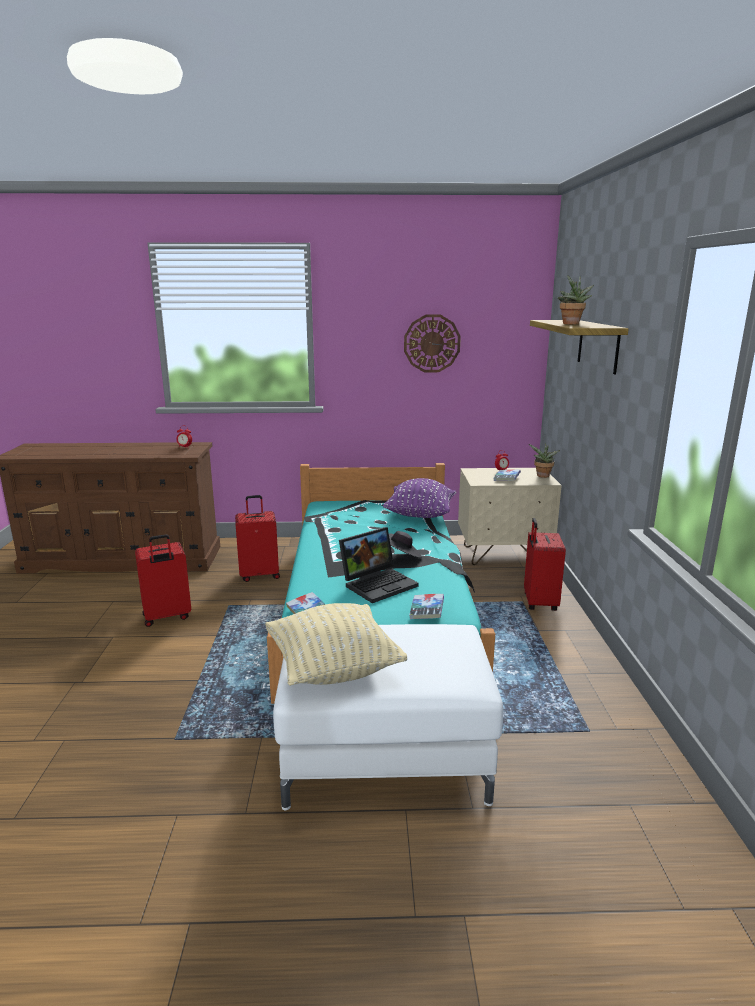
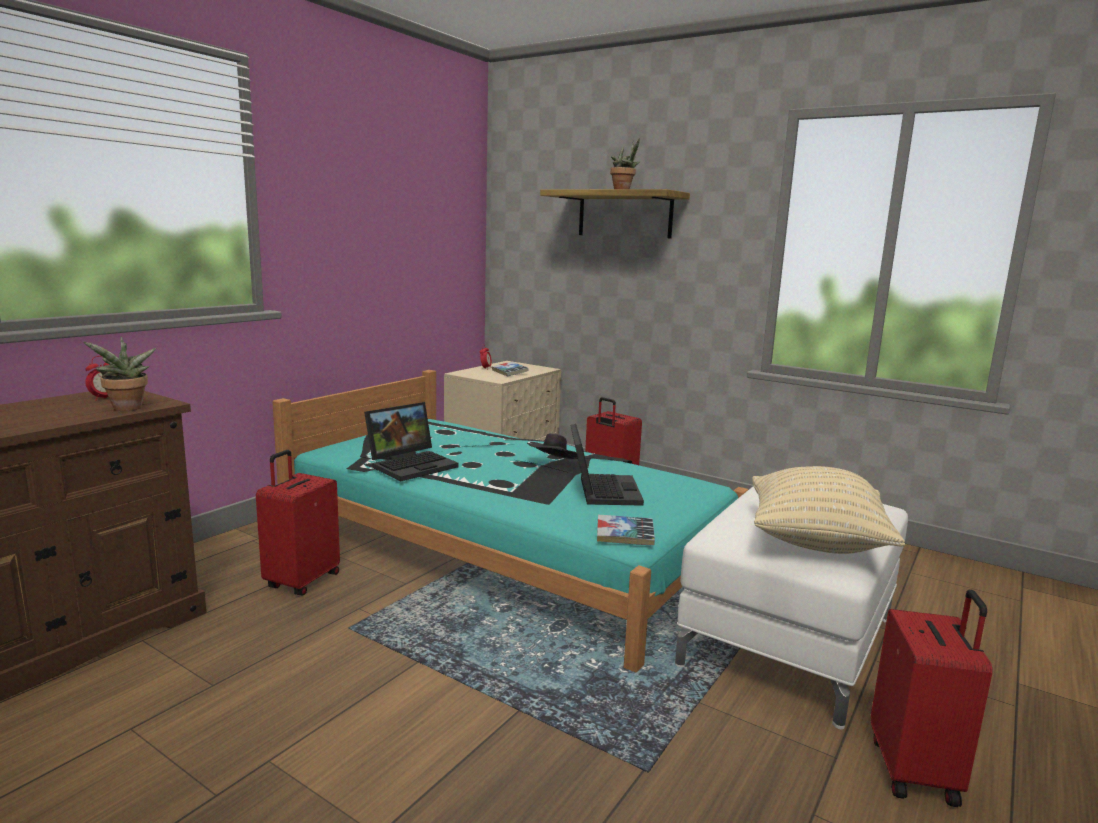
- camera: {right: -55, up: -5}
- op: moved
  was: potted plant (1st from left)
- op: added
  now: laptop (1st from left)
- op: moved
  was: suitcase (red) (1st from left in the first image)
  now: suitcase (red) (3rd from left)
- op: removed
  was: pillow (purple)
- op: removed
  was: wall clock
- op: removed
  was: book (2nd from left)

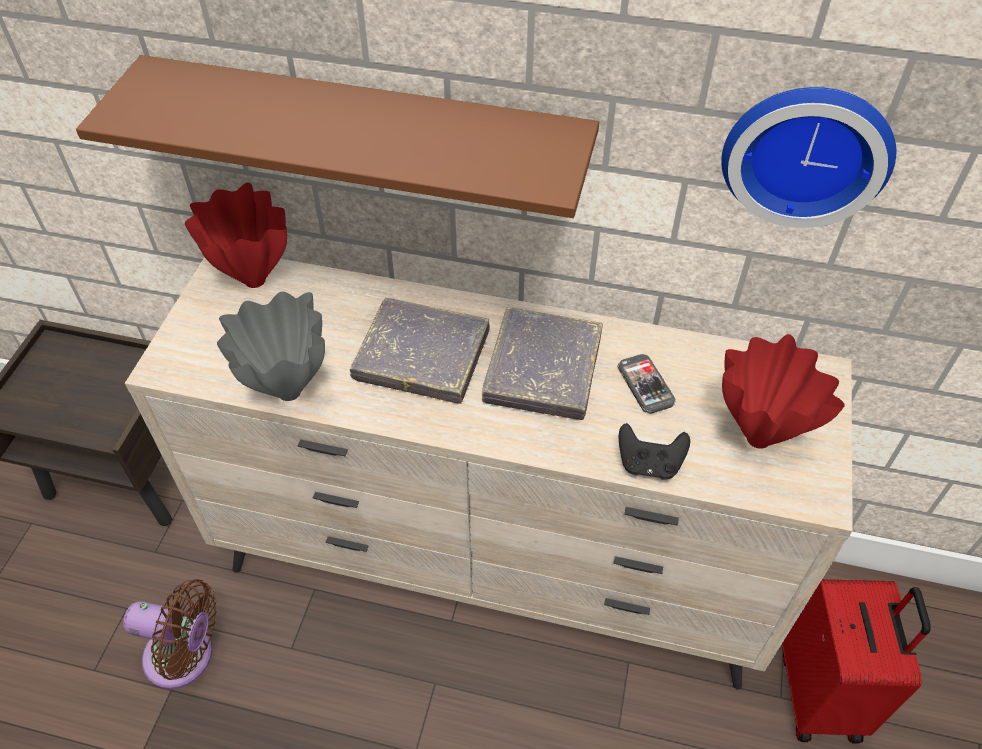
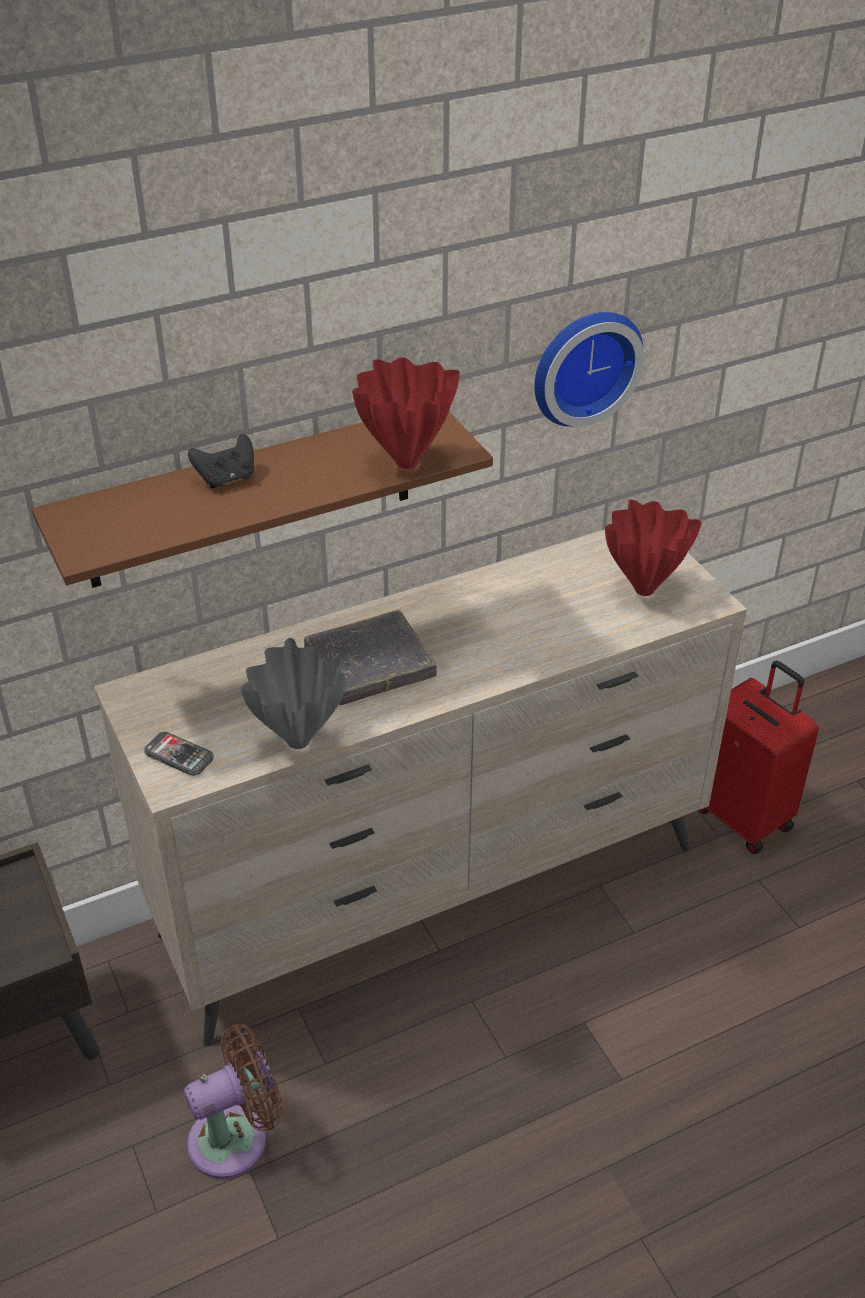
- camera: {right: -40, up: -10}
- op: moved
  was: phone
- op: moved
  was: game controller (black)
- op: moved
  was: vase (red) (1st from left)
- op: removed
  was: book (grey) (2nd from left)

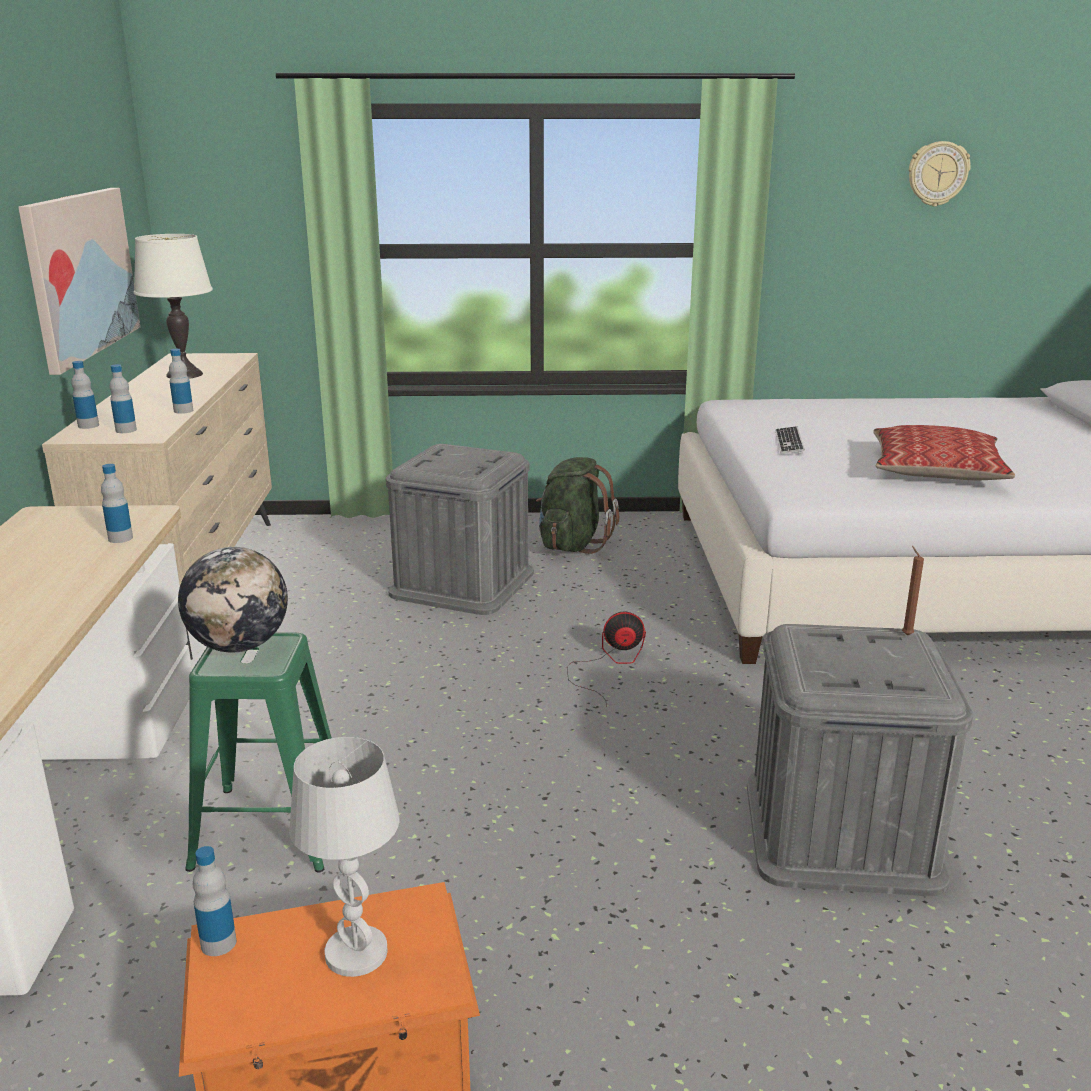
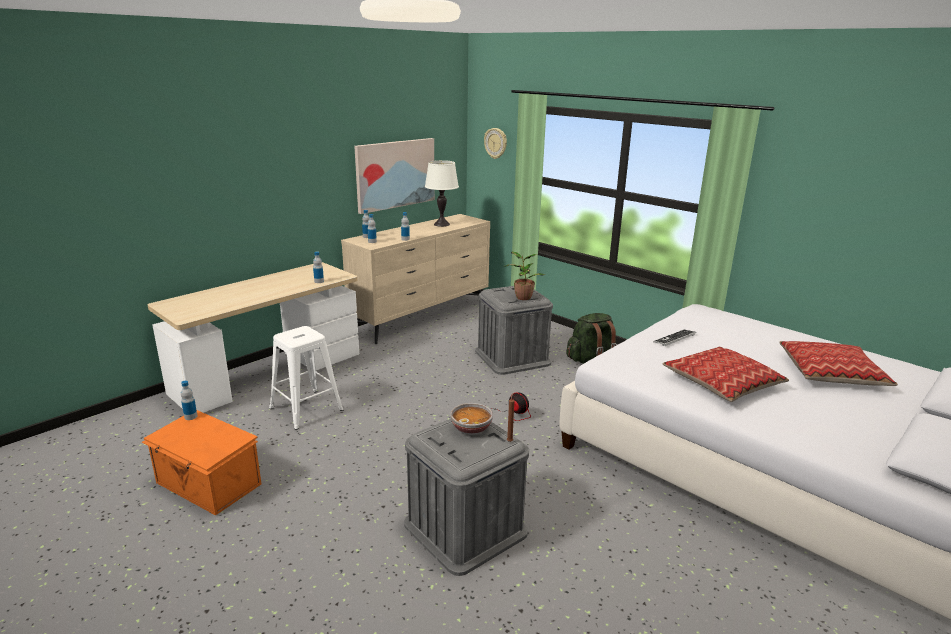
- camera: {right: 45, up: 0}
- op: recoloured
  was: stool (green)
  now: stool (white)
- op: added
  now: bowl
- op: moved
  was: wall clock
- op: added
  now: potted plant
- op: added
  now: pillow (2nd from left)
- op: removed
  was: globe
- op: removed
  was: table lamp (white) (2nd from left)

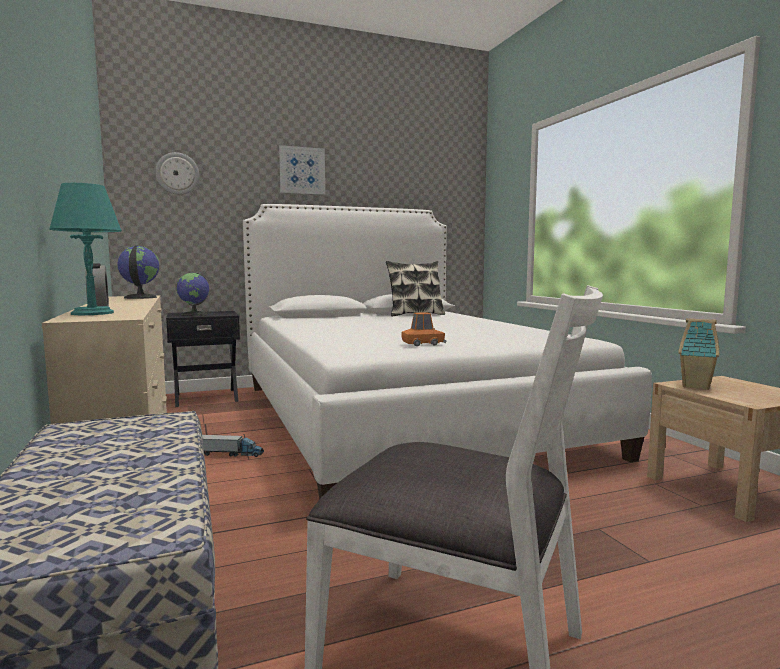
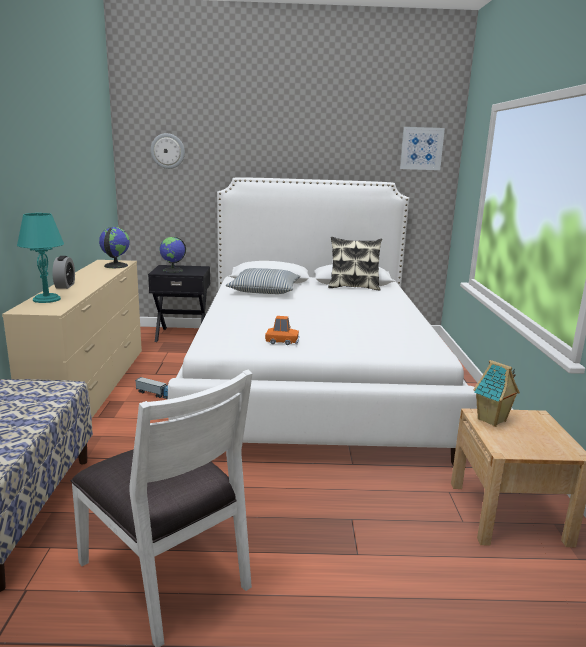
- camera: {right: 20, up: 10}
- op: added
  now: pillow (1st from left)
- op: moved
  was: picture

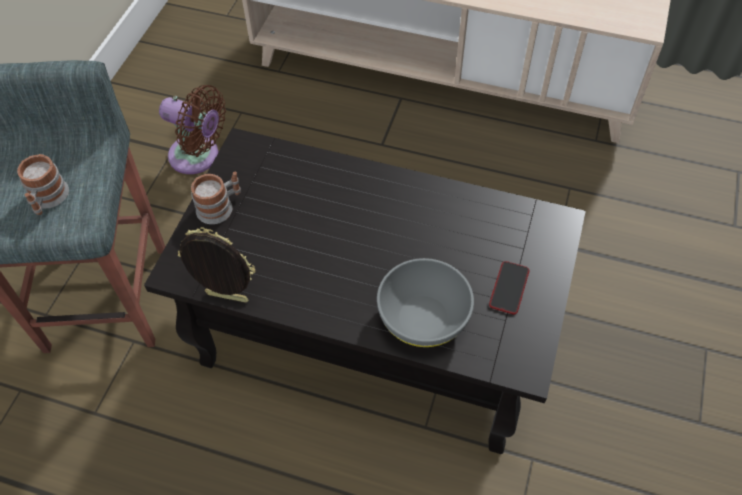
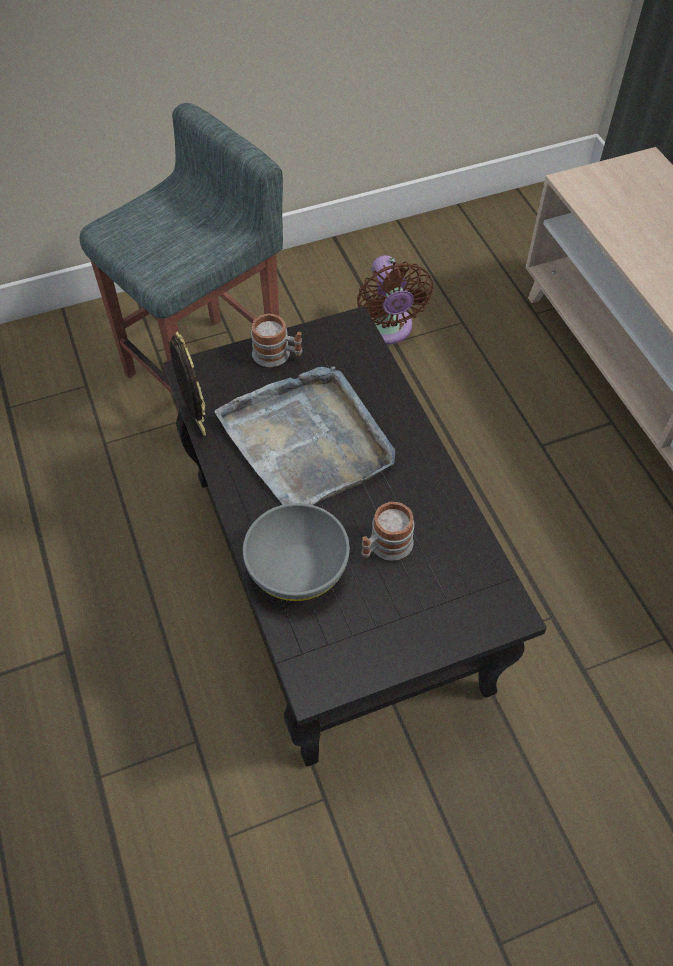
- camera: {right: 50, up: 0}
- op: added
  now: tray (grey)
- op: moved
  was: mug (1st from left in the first image)
  now: mug (2nd from left)
- op: removed
  was: phone

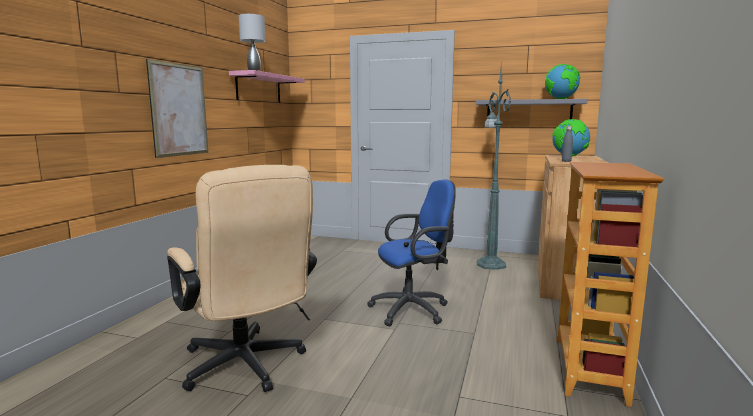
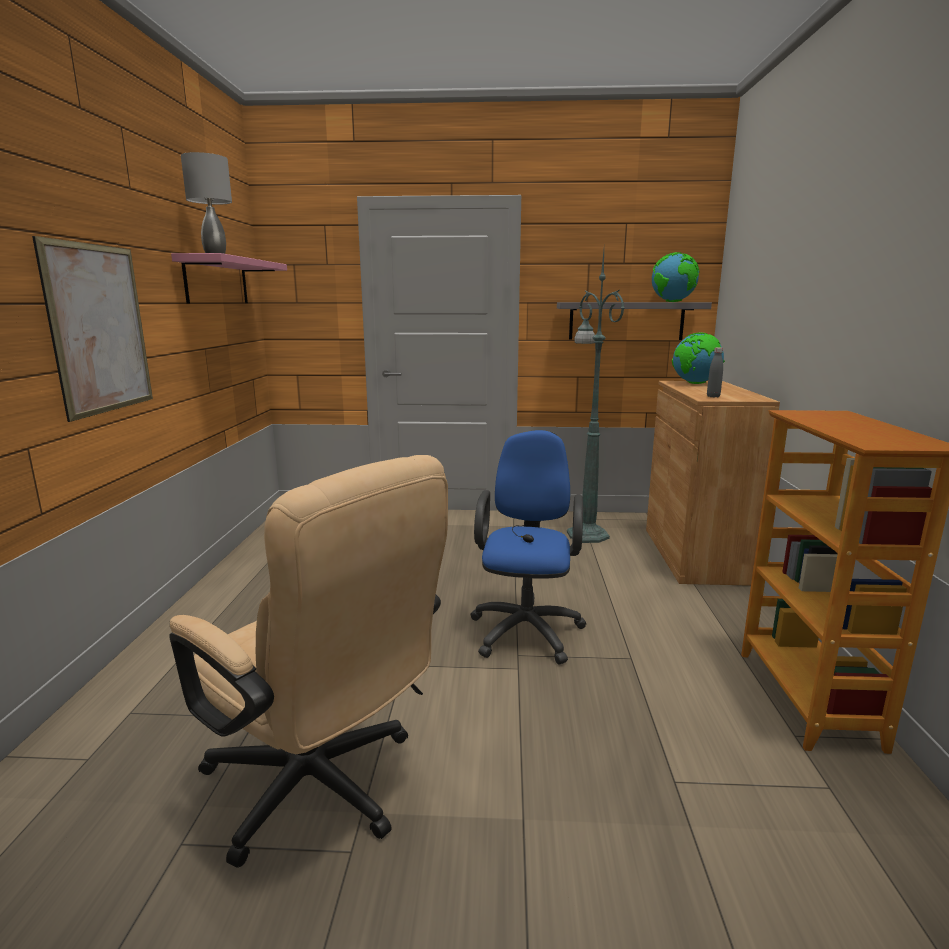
- camera: {right: -15, up: 5}
- op: turned
  was: office chair (blue)
  clockwise: -45

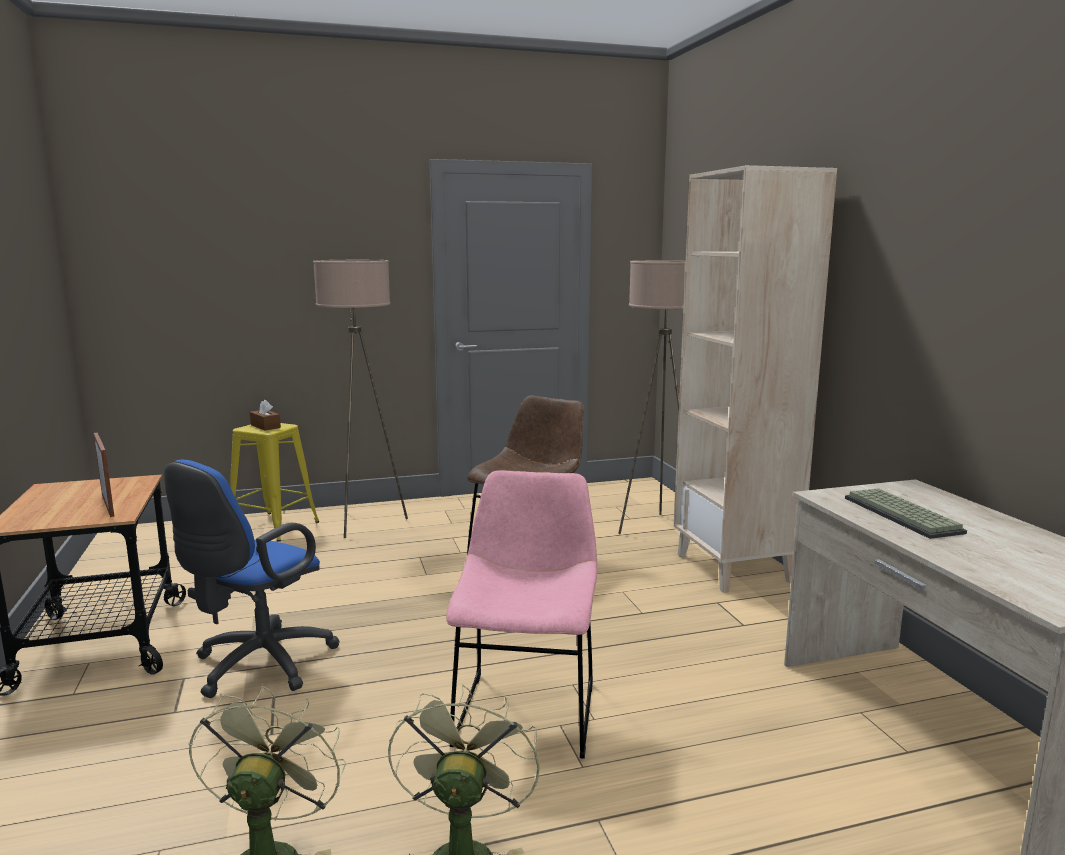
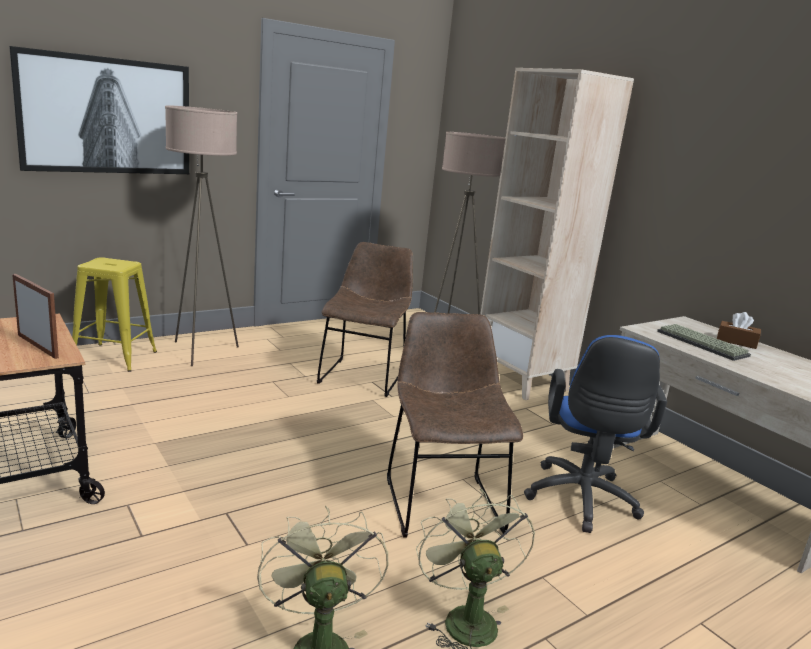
- camera: {right: -20, up: 5}
- op: added
  now: picture
- op: recoloured
  was: chair (pink)
  now: chair (brown) (2nd from left)
- op: moved
  was: office chair (blue)
- op: moved
  was: tissue box (brown)

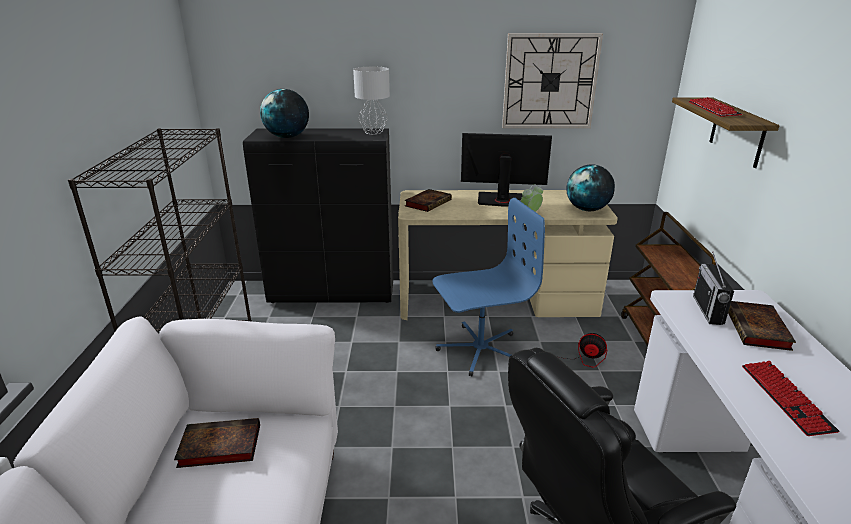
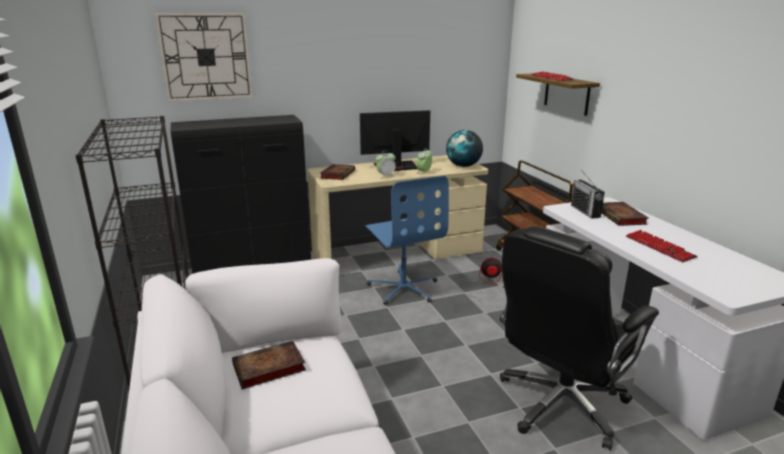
- camera: {right: -20, up: -5}
- op: moved
  was: wall clock
- op: turned
  was: office chair (blue)
  clockwise: 105
- op: added
  now: alarm clock (1st from left)
- op: removed
  was: globe (1st from left)
- op: removed
  was: table lamp (grey)

